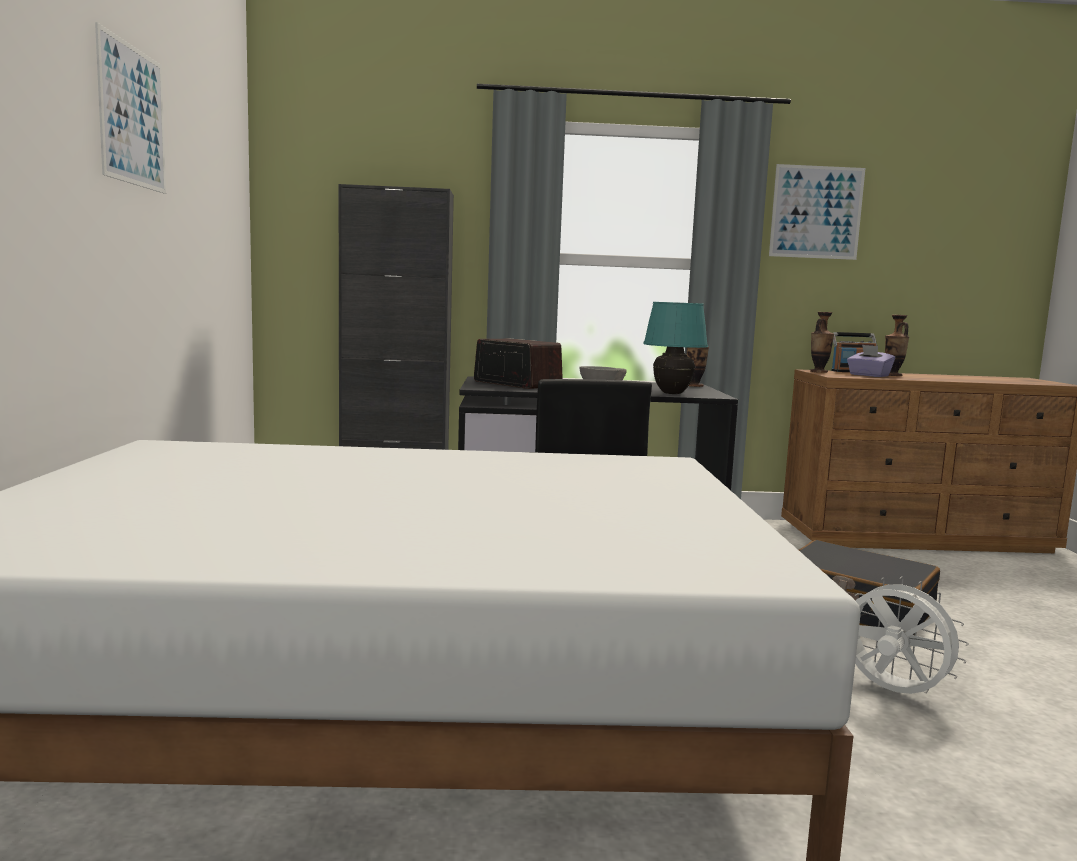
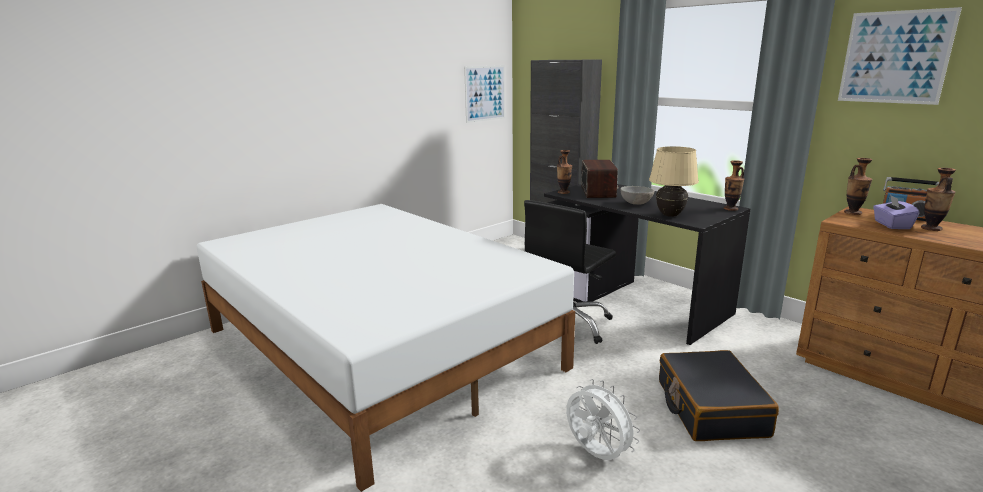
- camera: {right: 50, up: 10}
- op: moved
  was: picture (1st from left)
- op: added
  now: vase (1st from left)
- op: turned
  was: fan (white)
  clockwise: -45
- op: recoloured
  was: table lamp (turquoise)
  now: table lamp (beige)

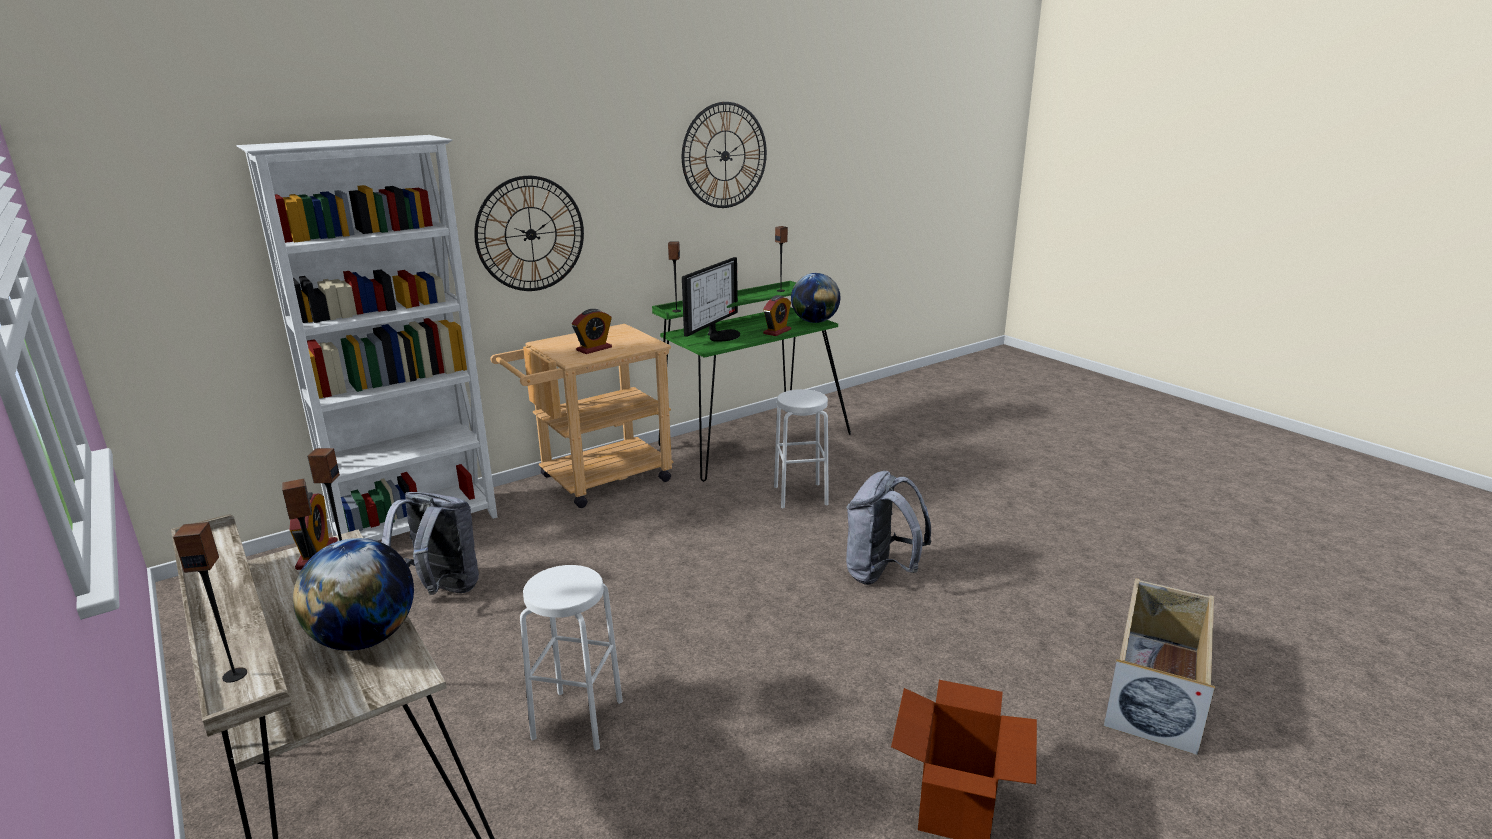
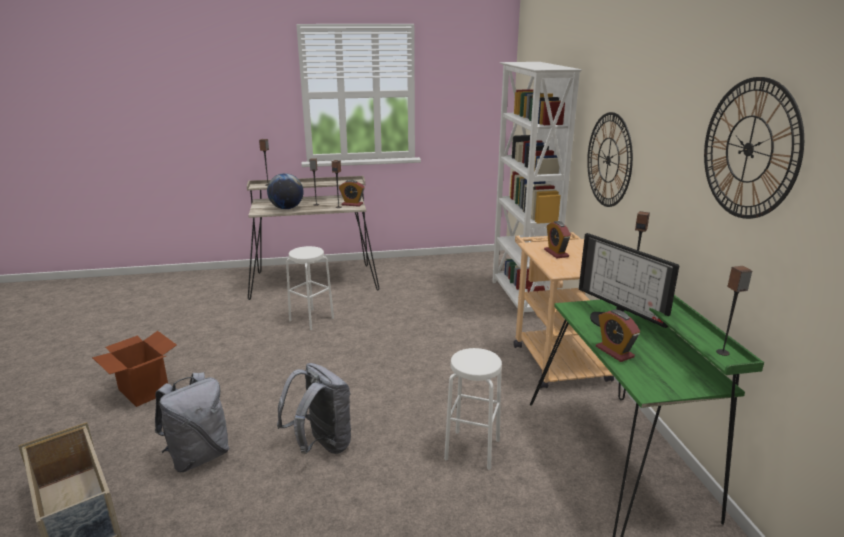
- camera: {right: 115, up: 0}
- op: moved
  was: backpack (grey) (1st from left)
- op: removed
  was: globe (2nd from left)

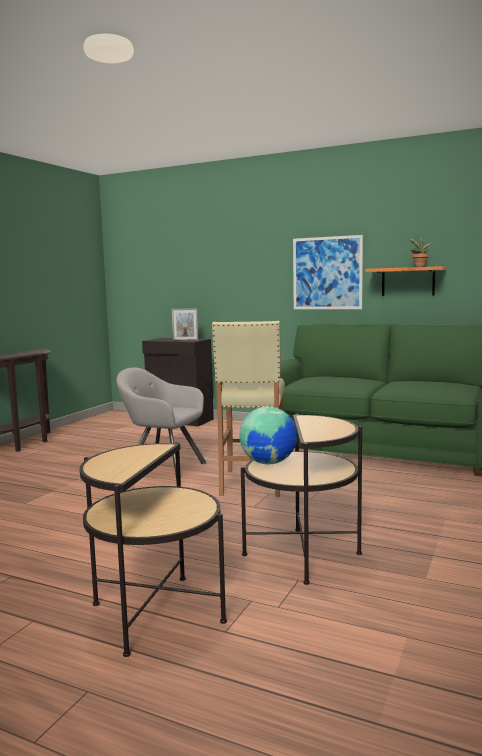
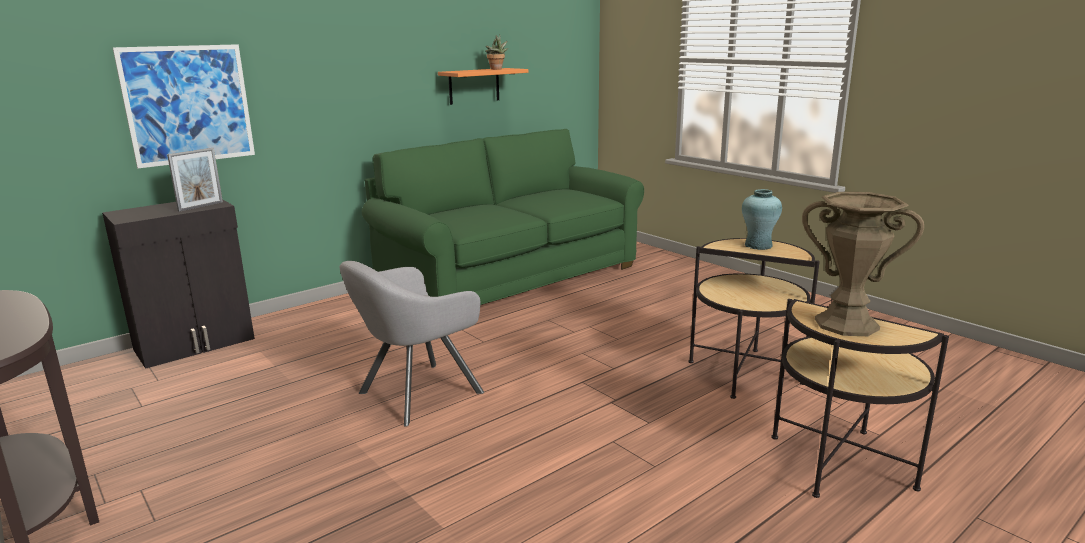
- camera: {right: -65, up: 10}
- op: moved
  was: picture
- op: added
  now: vase (turquoise)
- op: added
  now: vase (brown)
- op: removed
  was: stool (beige)
- op: removed
  was: globe

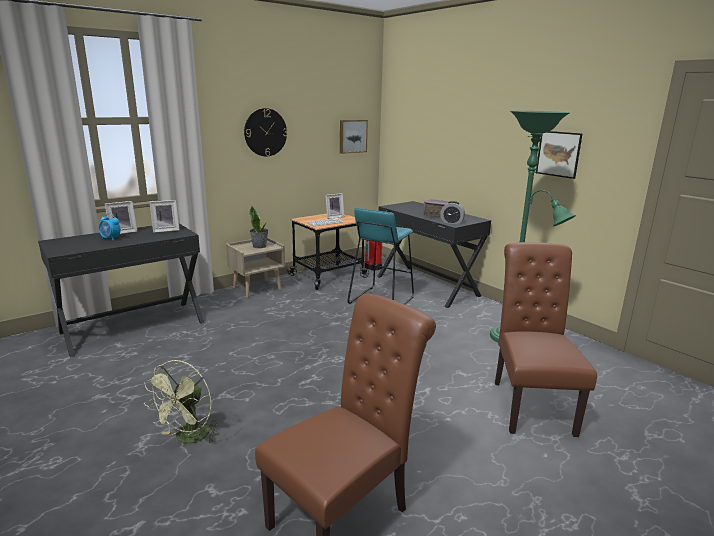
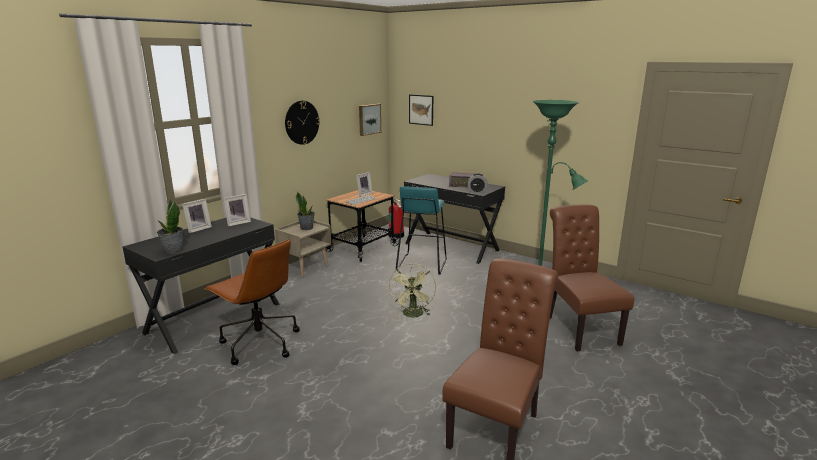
- camera: {right: -15, up: 0}
- op: added
  now: potted plant (1st from left)
- op: added
  now: office chair (brown)
- op: moved
  was: fan (green)
- op: moved
  was: picture (2nd from left)
- op: removed
  was: alarm clock (1st from left)

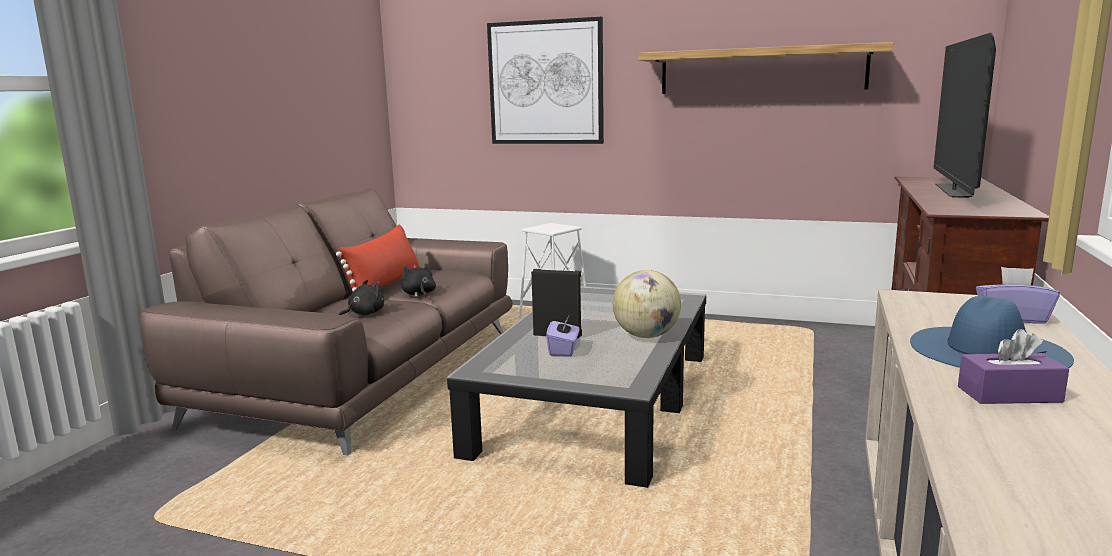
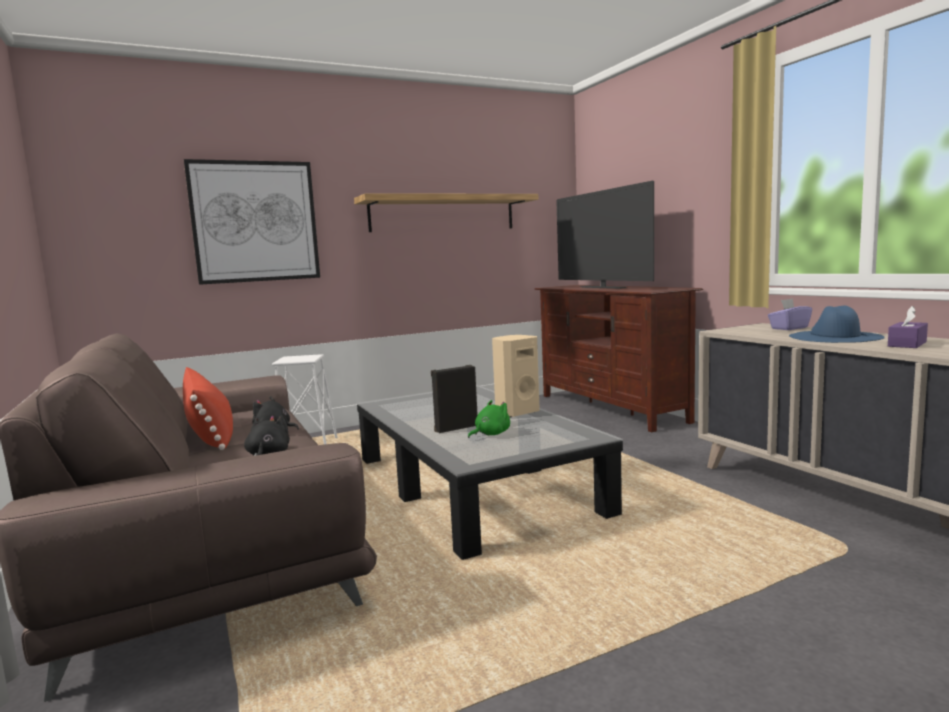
- camera: {right: -45, up: -5}
- op: replaced
  was: tissue box (purple) (1st from left)
  now: plush toy (green)
- op: replaced
  was: globe
  now: speaker (beige)

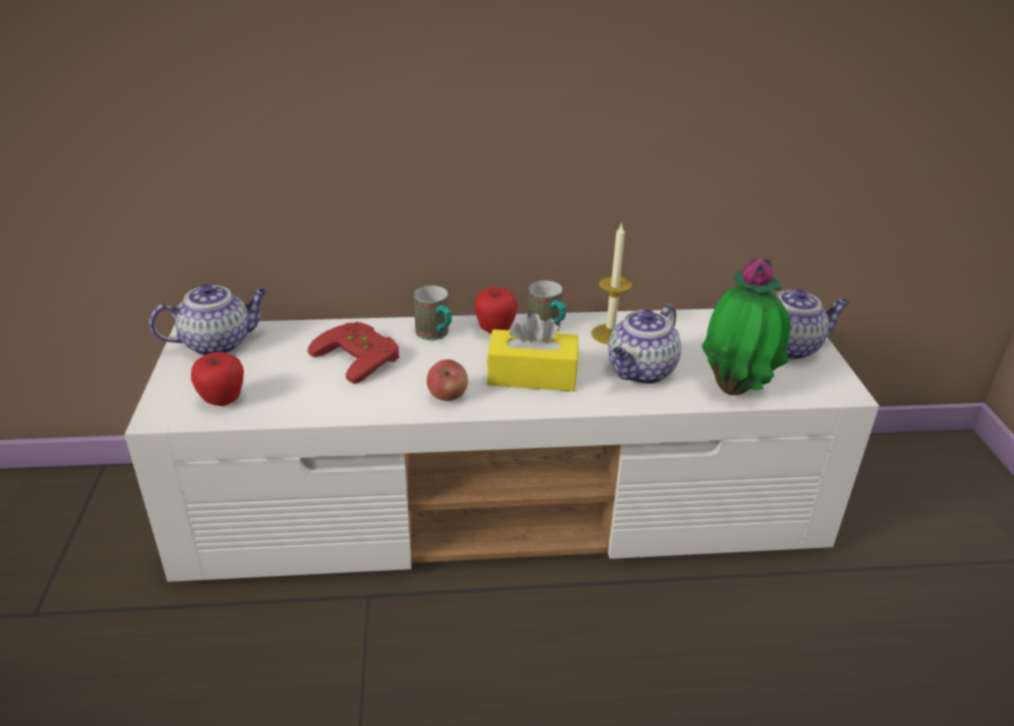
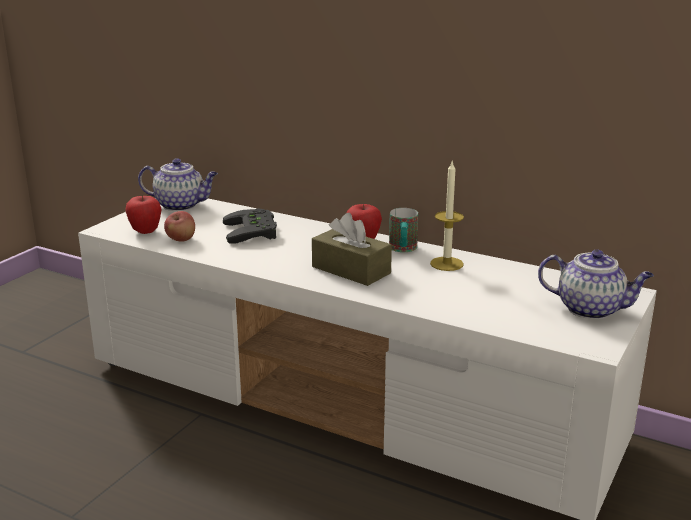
- camera: {right: 35, up: -10}
- op: moved
  was: apple (2nd from left)
- op: recoloured
  was: game controller (red)
  now: game controller (black)
- op: recoloured
  was: tissue box (yellow)
  now: tissue box (brown)
- op: removed
  was: mug (1st from left)
- op: removed
  was: teapot (2nd from left)
- op: removed
  was: potted plant

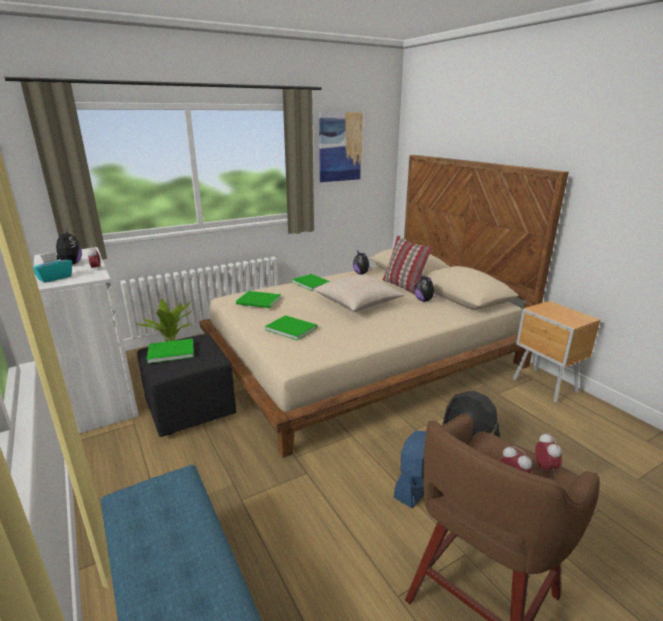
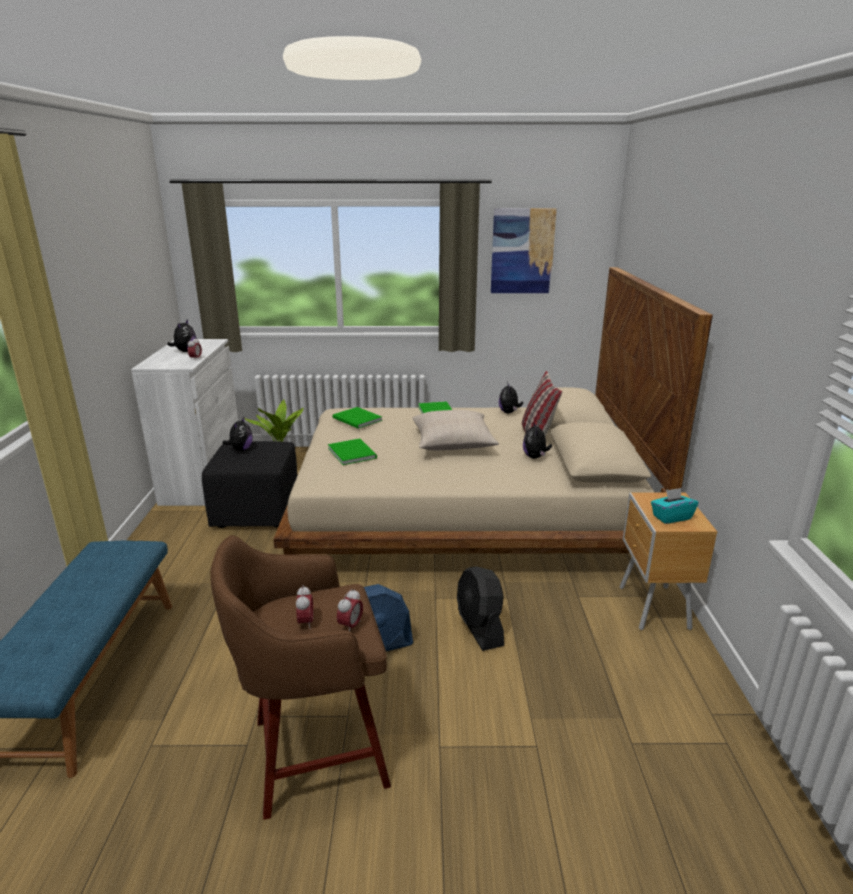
- camera: {right: 30, up: 0}
- op: replaced
  was: book (green) (1st from left)
  now: plush toy (2nd from left)
- op: moved
  was: tissue box (turquoise)

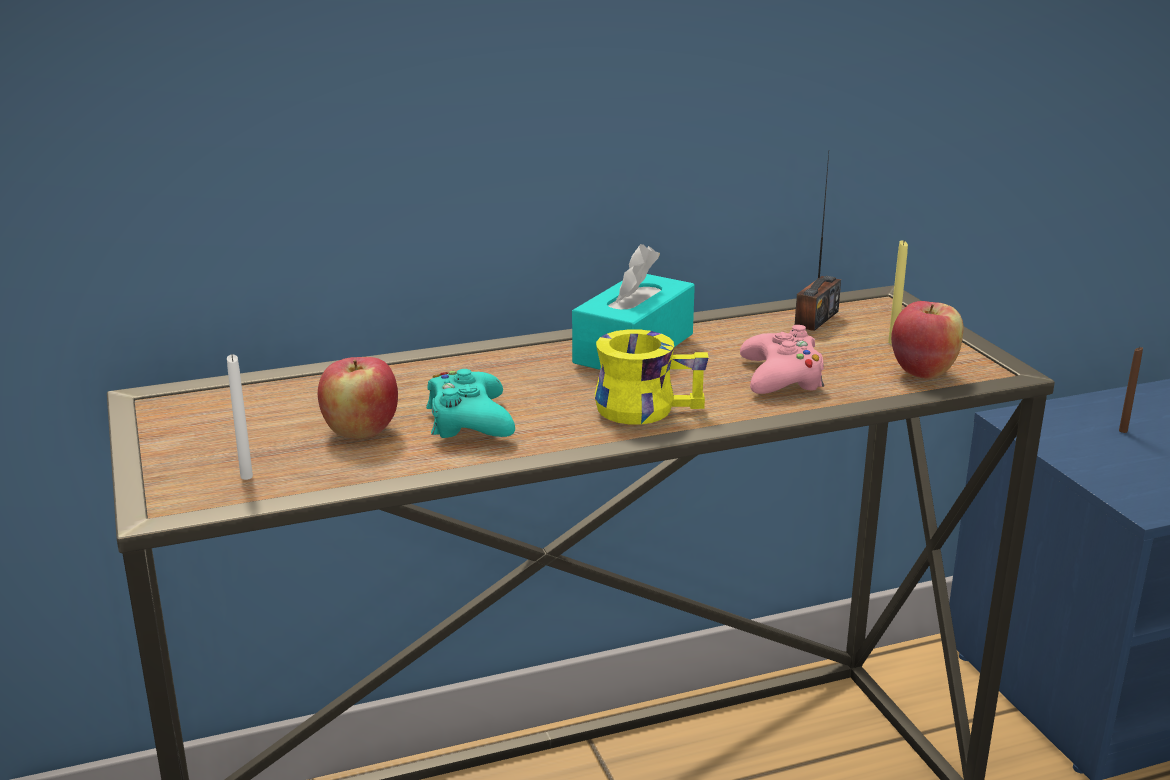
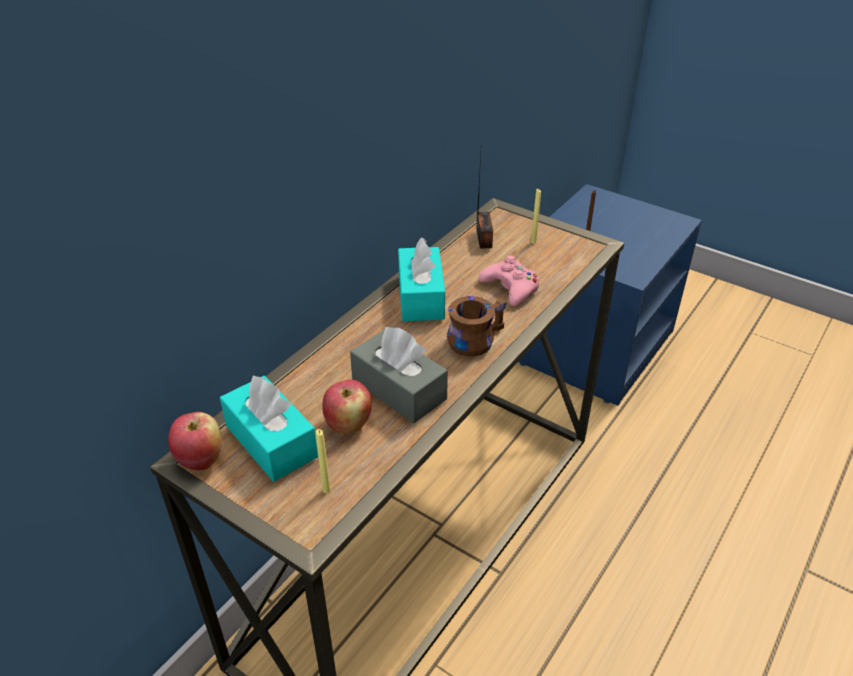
- camera: {right: -35, up: 15}
- op: moved
  was: apple (2nd from left in the first image)
  now: apple (1st from left)
- op: added
  now: tissue box (turquoise) (1st from left)
- op: recoloured
  was: candle (white)
  now: candle (yellow) (1st from left)
- op: replaced
  was: game controller (turquoise)
  now: tissue box (grey)
- op: recoloured
  was: mug (yellow)
  now: mug (brown)

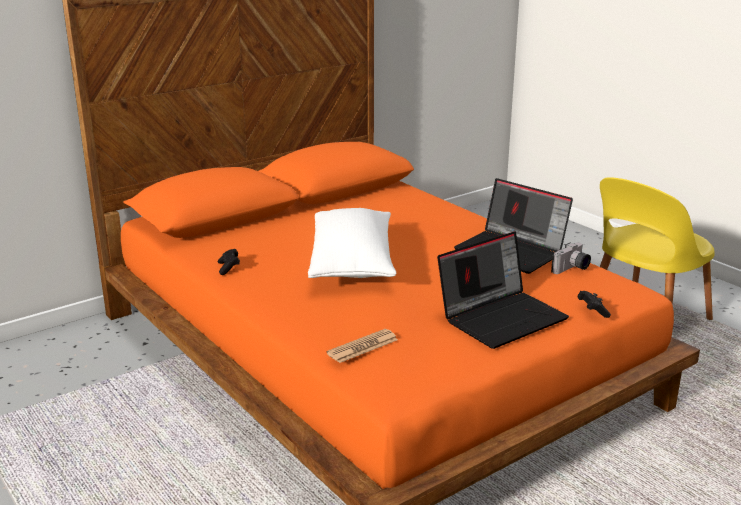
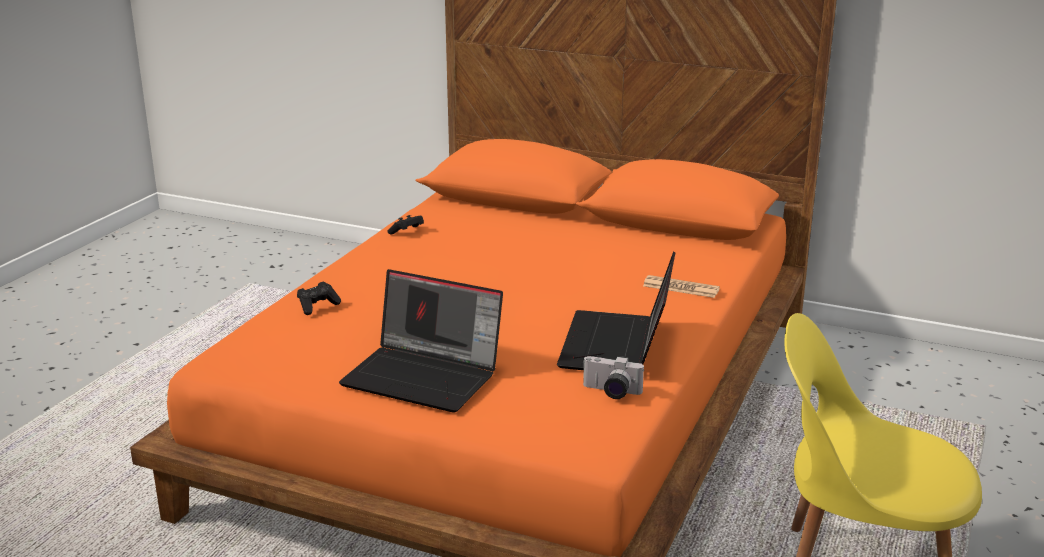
- camera: {right: 60, up: 0}
- op: moved
  was: game controller (black) (2nd from left in the first image)
  now: game controller (black) (1st from left)
- op: moved
  was: newspaper
- op: removed
  was: pillow (white)

